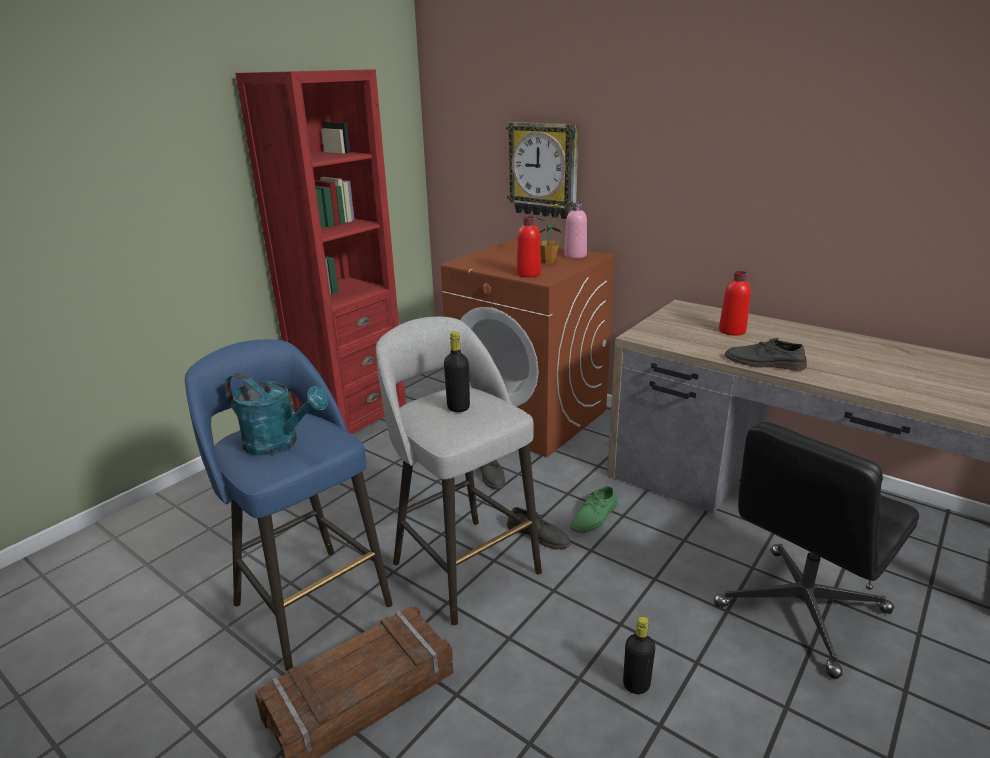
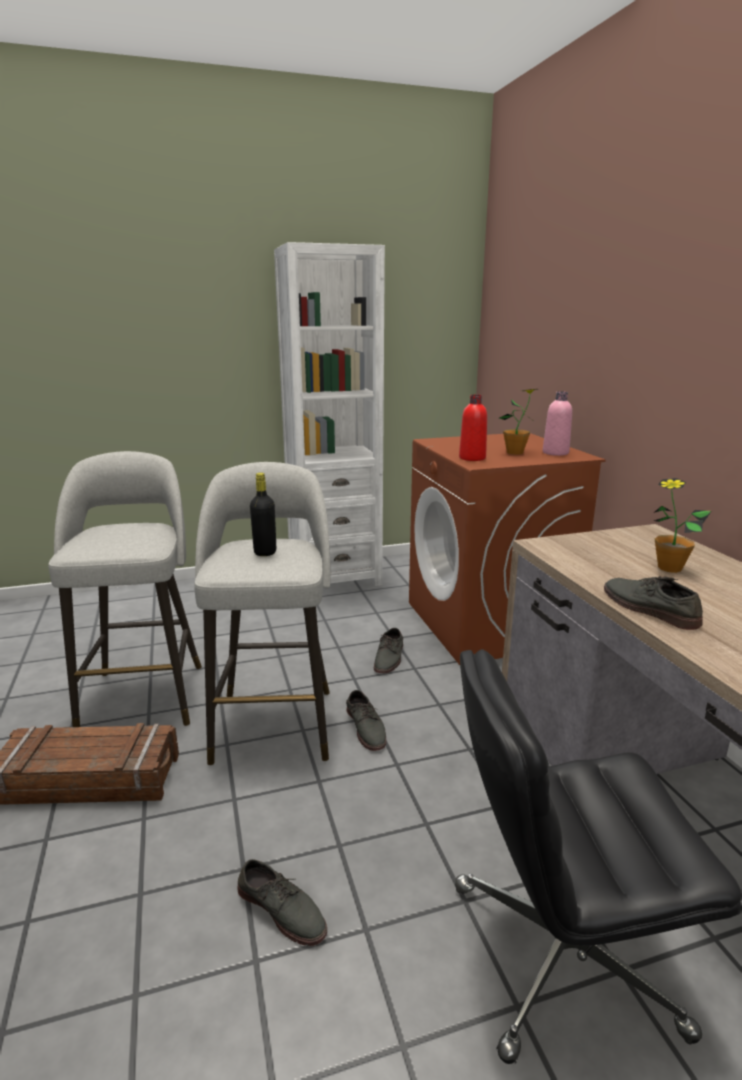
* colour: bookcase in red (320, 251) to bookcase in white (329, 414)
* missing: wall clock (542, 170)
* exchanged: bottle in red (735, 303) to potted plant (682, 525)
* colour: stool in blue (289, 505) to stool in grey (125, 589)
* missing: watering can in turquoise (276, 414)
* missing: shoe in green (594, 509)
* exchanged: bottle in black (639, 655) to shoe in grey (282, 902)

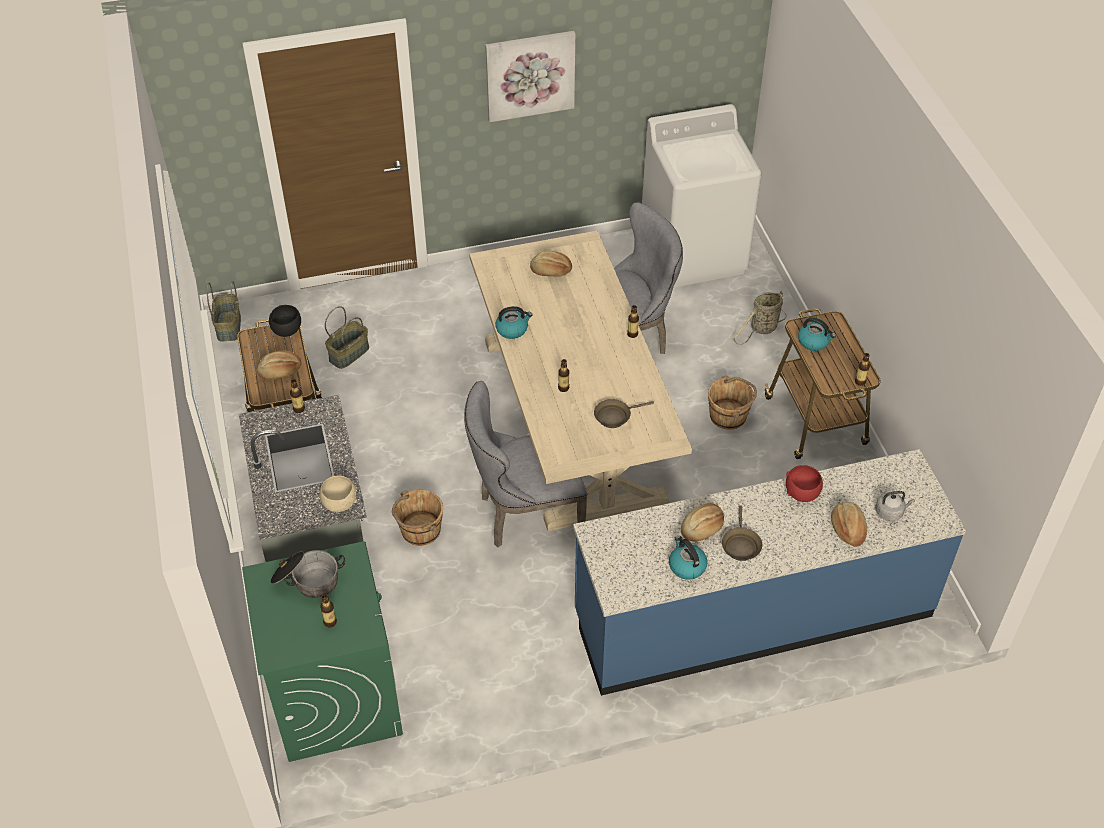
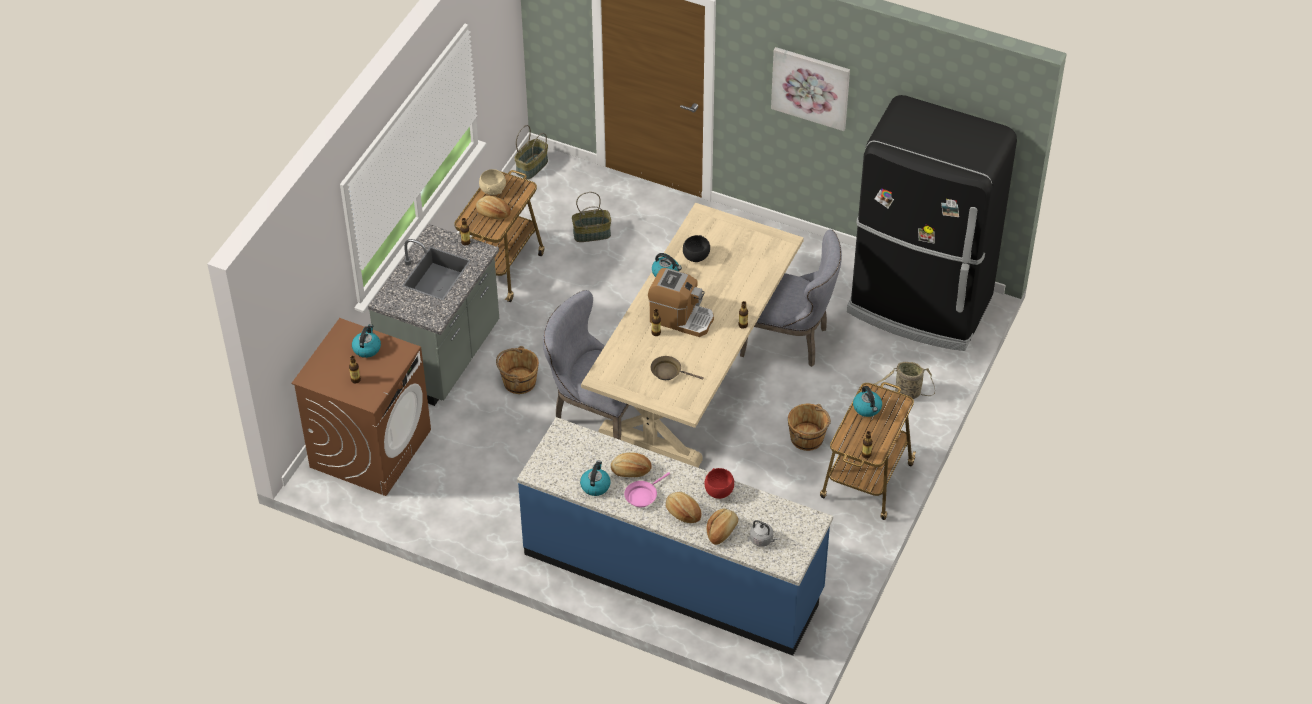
* exchanged: washing machine in white (702, 196) to fridge in black (932, 223)
* relocated: bread (551, 263) to (684, 507)
* relocated: bowl in black (285, 321) to (696, 248)
* relocated: bowl in beige (338, 494) to (492, 182)
* colour: frying pan in brown (742, 533) to frying pan in pink (647, 489)
* colour: washing machine in green (322, 651) to washing machine in brown (361, 407)
* exchanged: cooking pot (307, 574) to kettle (366, 341)
* appeared: coffee machine (681, 302)

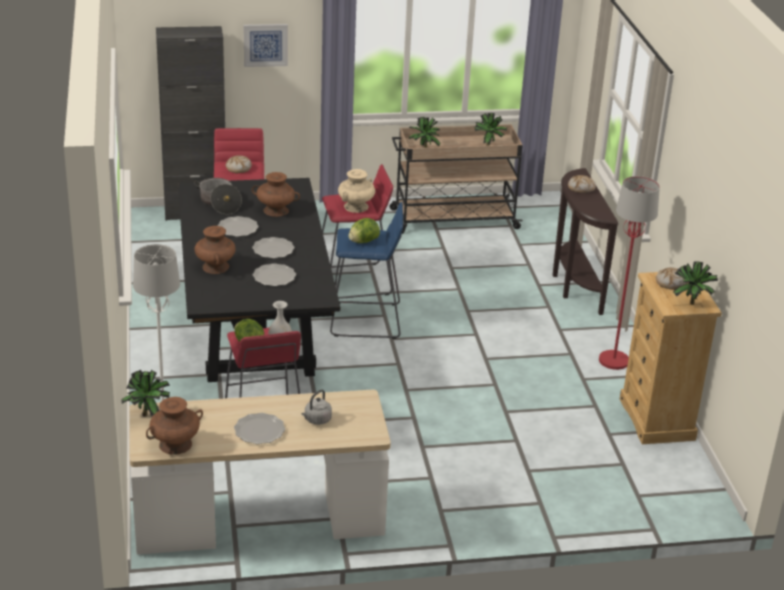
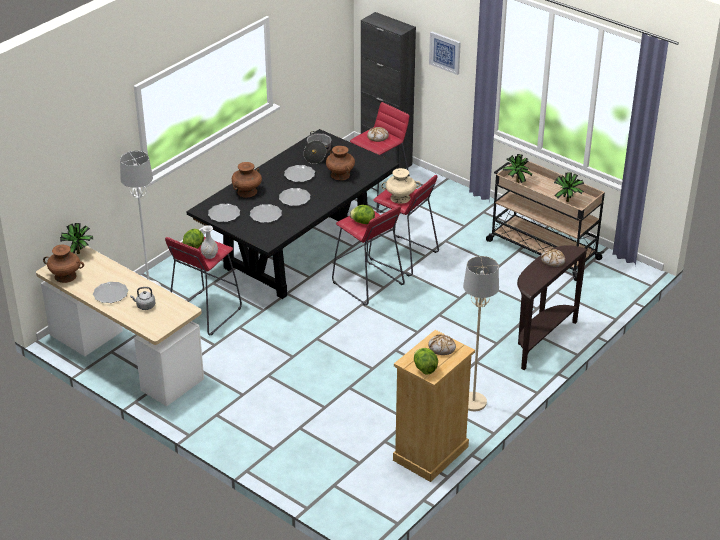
* colour: floor lamp in red (629, 273) to floor lamp in beige (481, 333)
* colour: stool in blue (366, 270) to stool in red (368, 256)
* exchanged: potted plant (695, 283) to lettuce (426, 361)
* appeared: plate (224, 213)

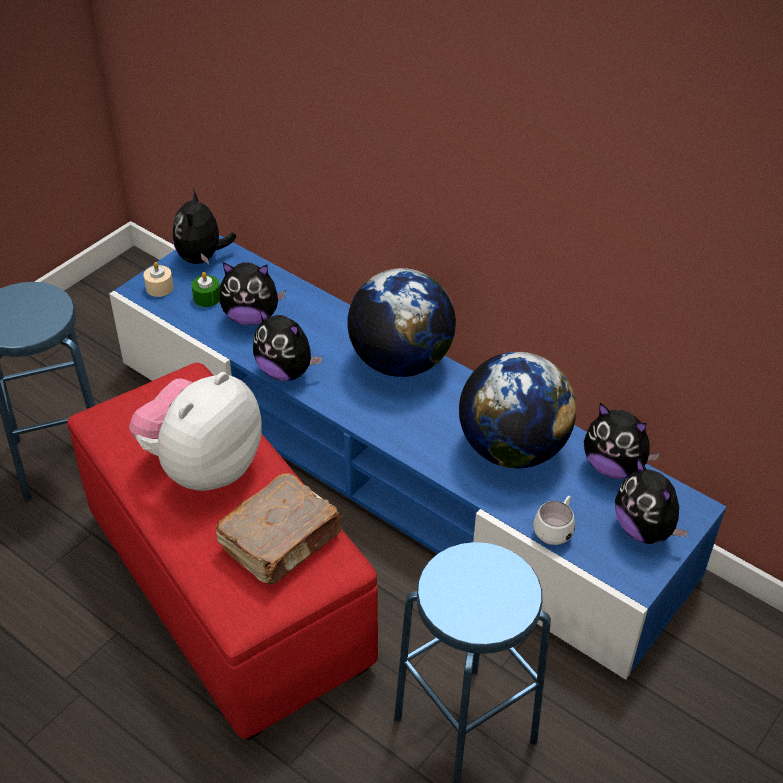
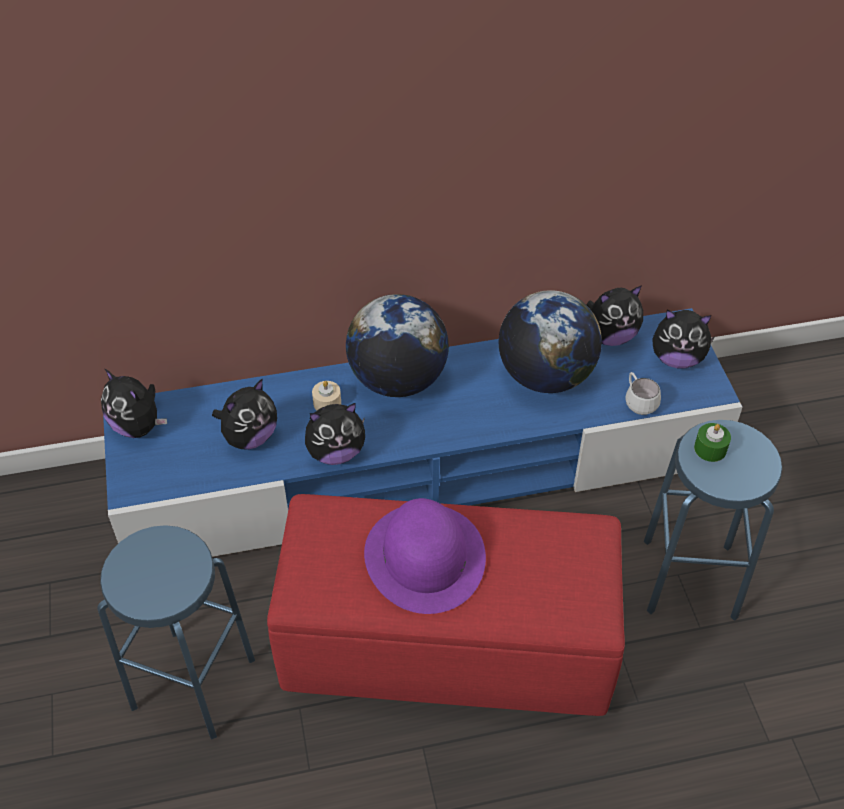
* relocated: candle in beige (158, 279) to (326, 396)
* relocated: candle in green (205, 289) to (712, 442)
* exchanged: plush toy (195, 431) to hat in purple (425, 556)
* missing: book in brown (278, 529)

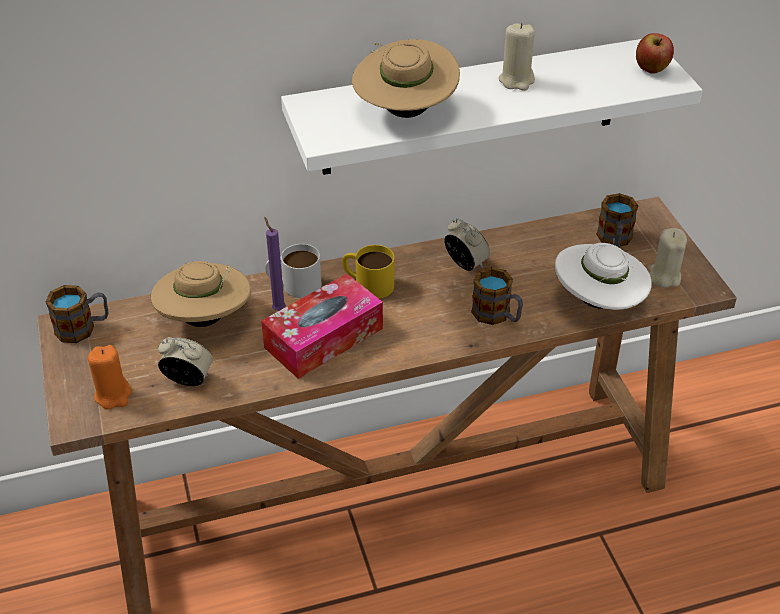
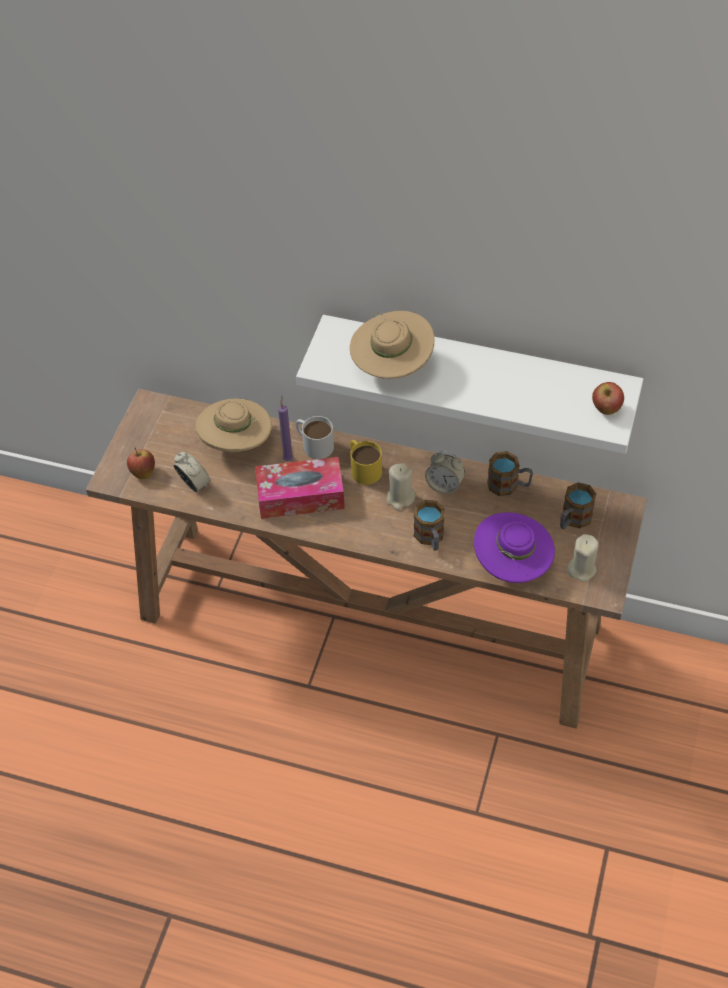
* relocated: candle in beige (516, 57) to (401, 486)
* spun: alarm clock (467, 244) = (445, 473) 120 degrees clockwise
* colour: hat in white (603, 276) to hat in purple (514, 547)
* relocated: mug (76, 314) to (510, 473)
* exchanged: candle in orange (110, 377) to apple (141, 463)

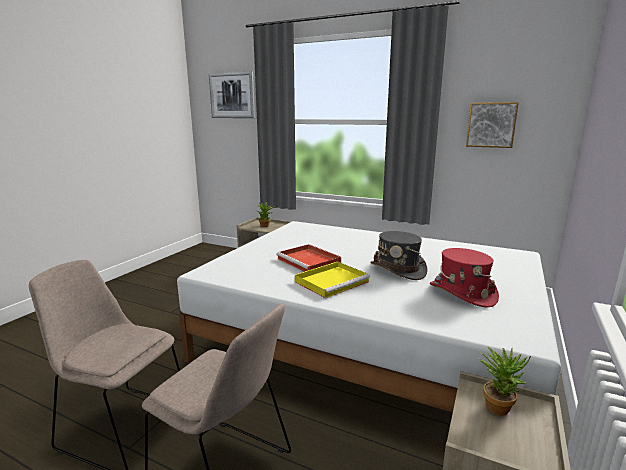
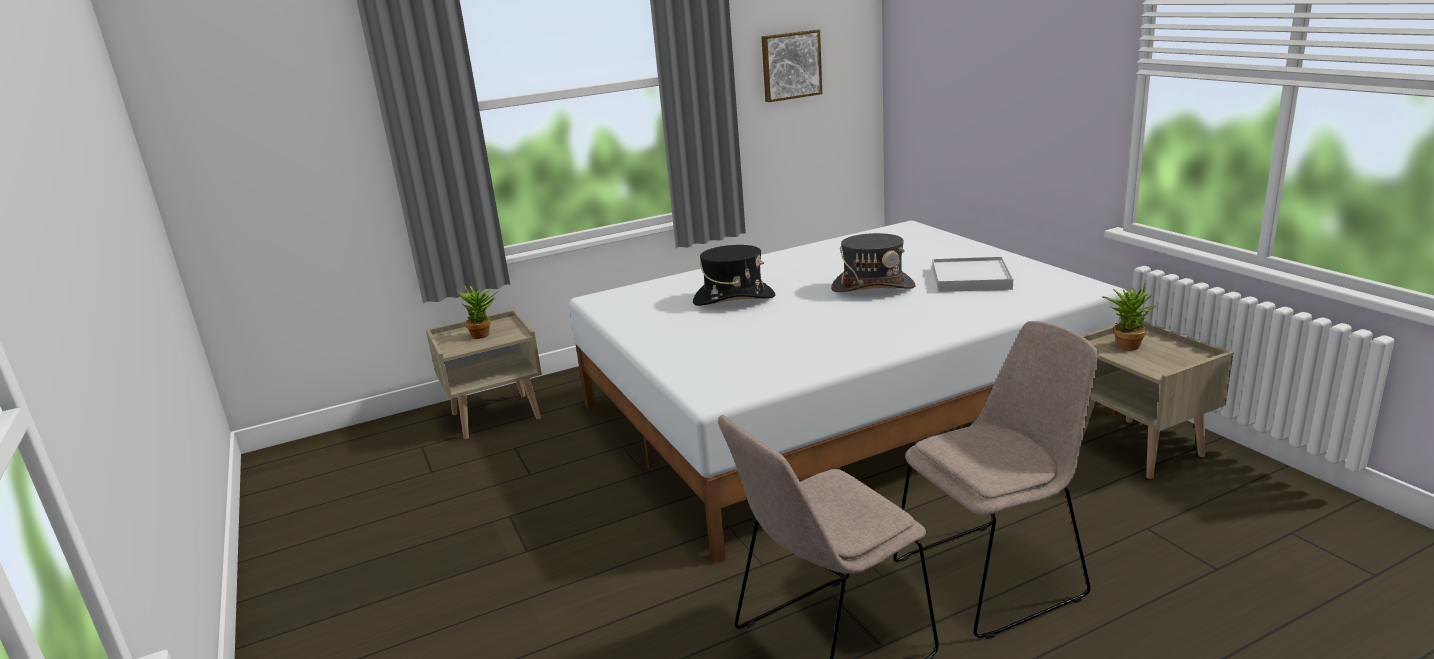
* missing: picture (232, 94)
* missing: tray in red (309, 258)
* exchanged: hat in red (464, 278) to tray in white (972, 274)
* missing: tray in yellow (332, 280)
* appeared: hat in black (734, 275)

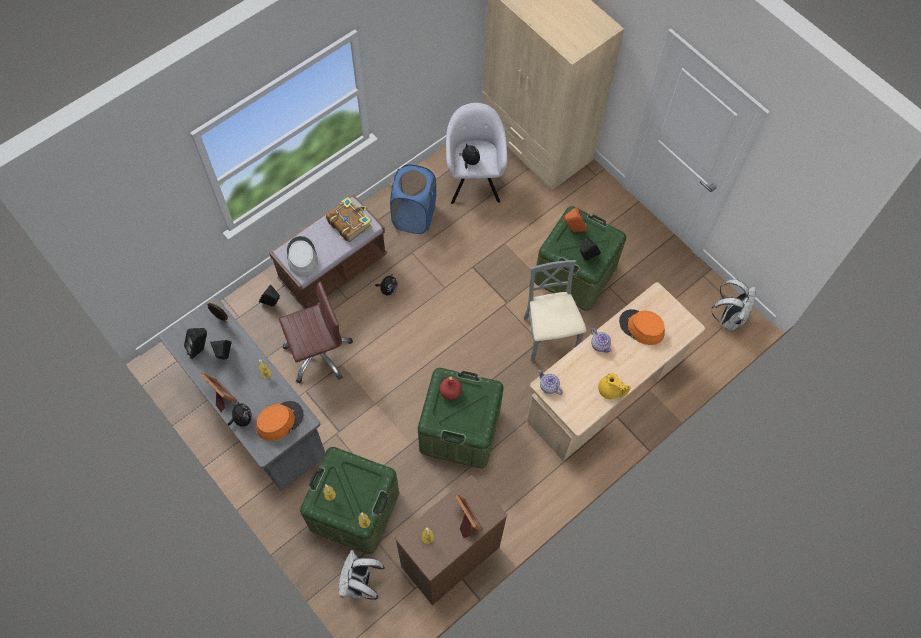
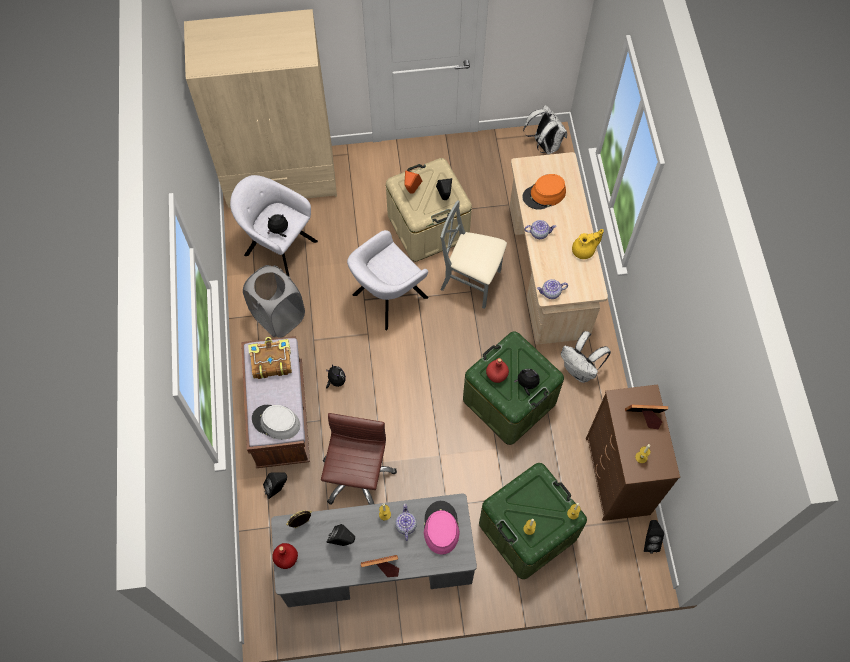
* colour: laundry basket in blue (413, 199) to laundry basket in grey (274, 301)
* colour: storage box in green (580, 258) to storage box in beige (429, 209)
* relocated: speaker in black (195, 343) to (654, 537)
* colour: hat in orange (279, 421) to hat in pink (442, 528)
* relocated: plush toy (240, 414) to (527, 382)
* relocated: backpack in white (362, 575) to (586, 357)
* appeared: armchair in grey (387, 280)
* appeared: teapot (406, 522)
* appeared: bottle in red (285, 556)

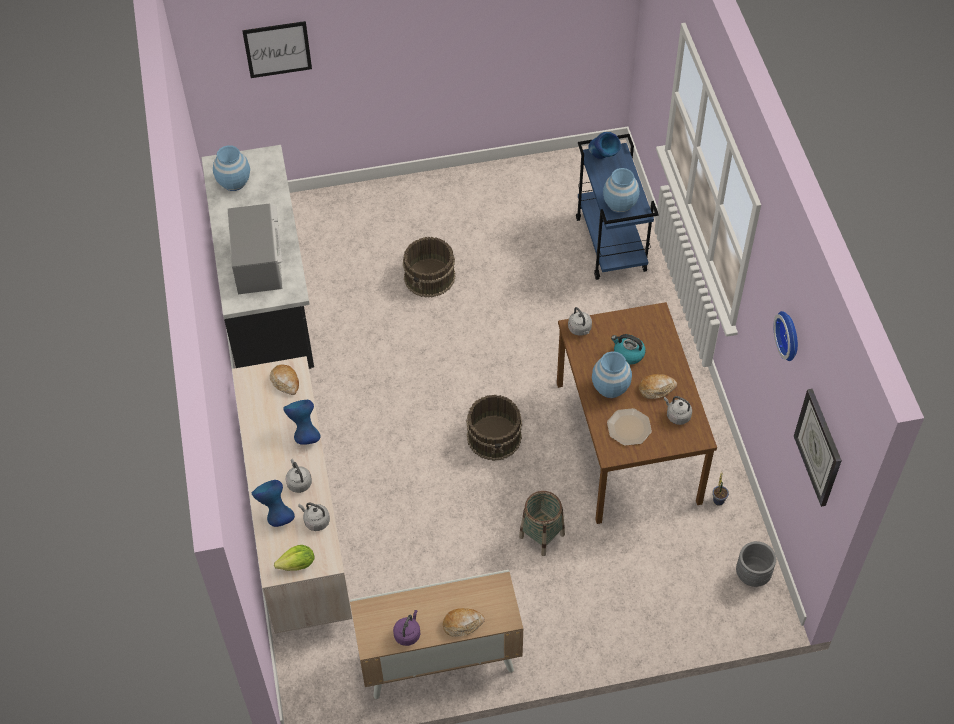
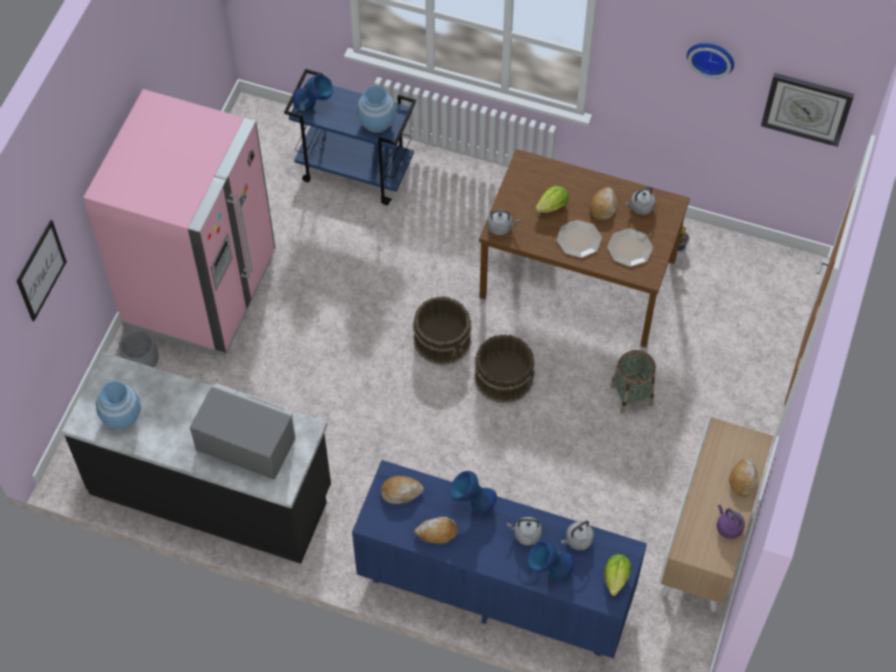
* relocated: bucket in brown (429, 267) to (442, 330)
* exchanged: kettle (628, 349) to lettuce (552, 199)
* exchanged: vase in blue (612, 374) to plate (579, 239)
* colour: dresser in beige (292, 495) to dresser in blue (499, 559)
* relocated: planter in grey (756, 564) to (139, 348)
* appeared: fridge in pink (179, 223)
* appeared: bread (436, 530)

